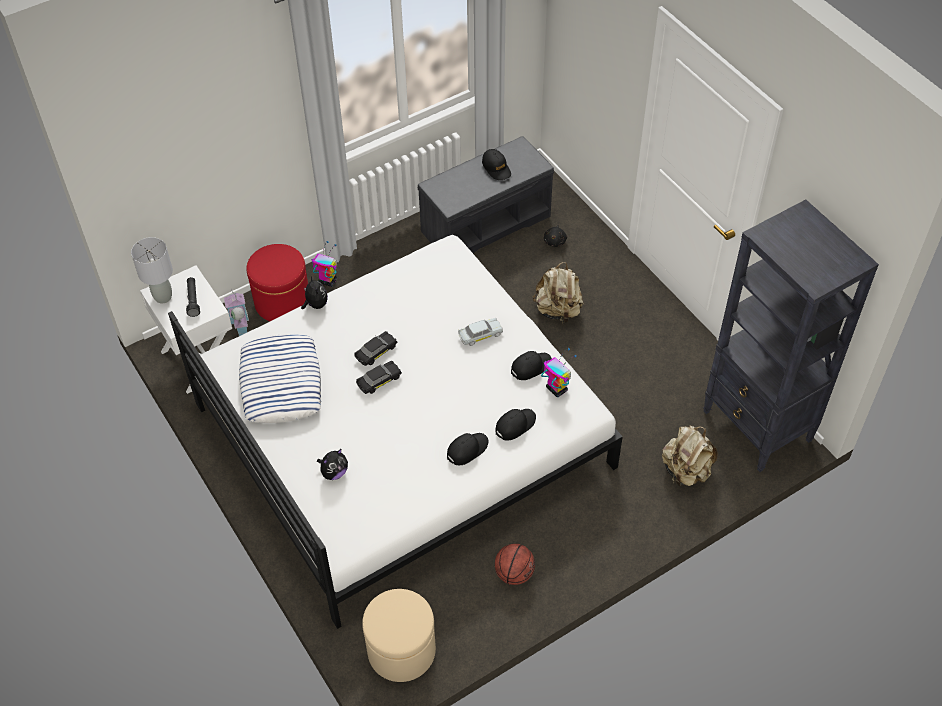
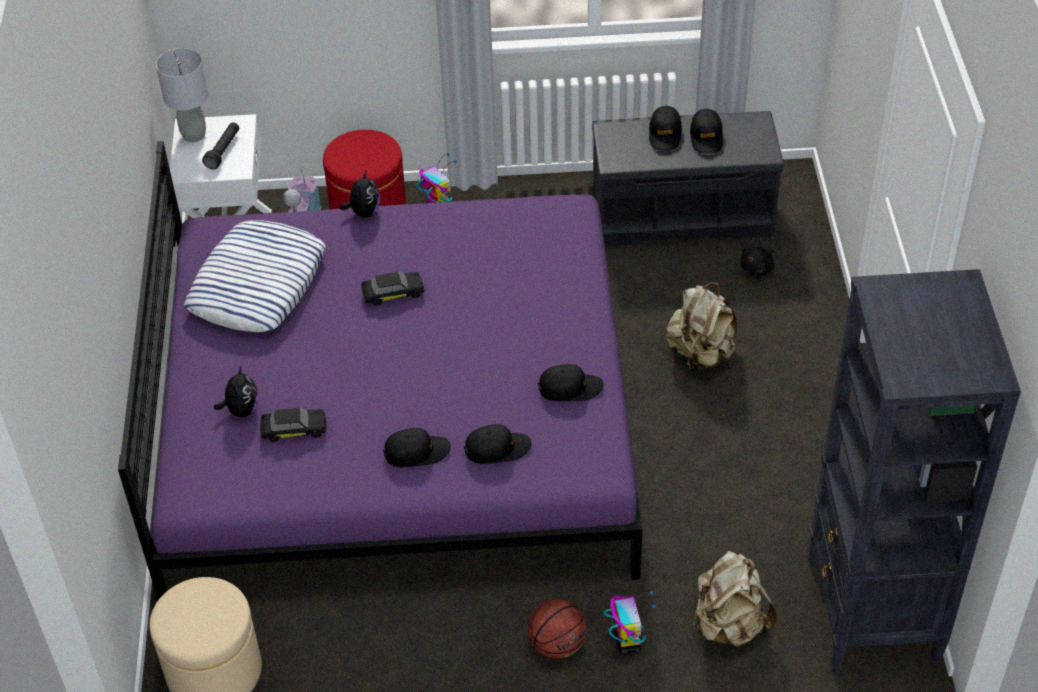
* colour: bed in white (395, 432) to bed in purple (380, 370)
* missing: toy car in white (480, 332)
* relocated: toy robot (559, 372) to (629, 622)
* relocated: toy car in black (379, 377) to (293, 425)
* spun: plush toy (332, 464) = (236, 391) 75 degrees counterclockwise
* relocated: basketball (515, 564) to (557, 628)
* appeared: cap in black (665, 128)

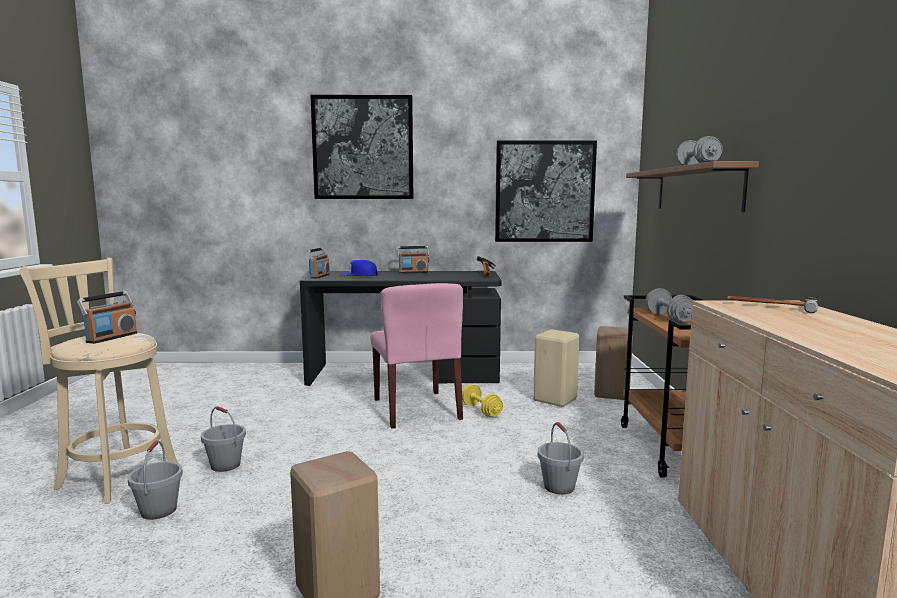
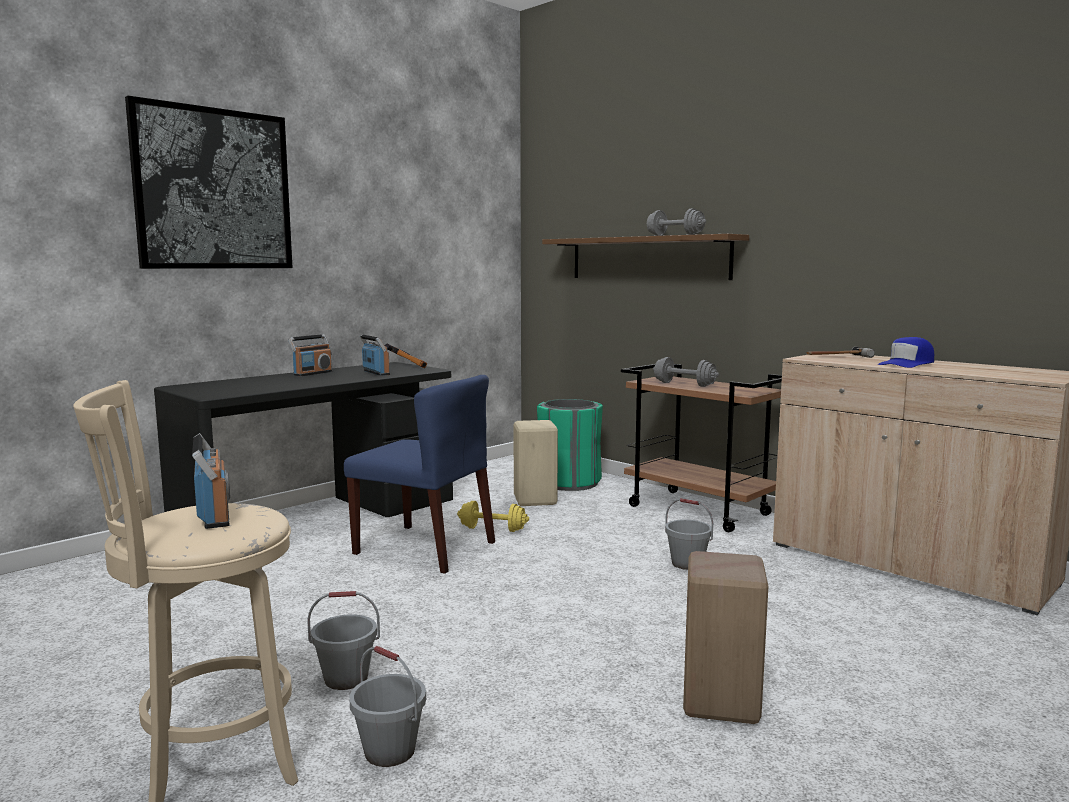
* missing: picture (546, 191)
* relocated: radio (318, 263) to (375, 355)
* relocated: cap in blue (358, 268) to (906, 352)
* colour: chair in pink (416, 356) to chair in blue (419, 474)
* exchanged: stool in beige (613, 363) to trash can in green (570, 445)

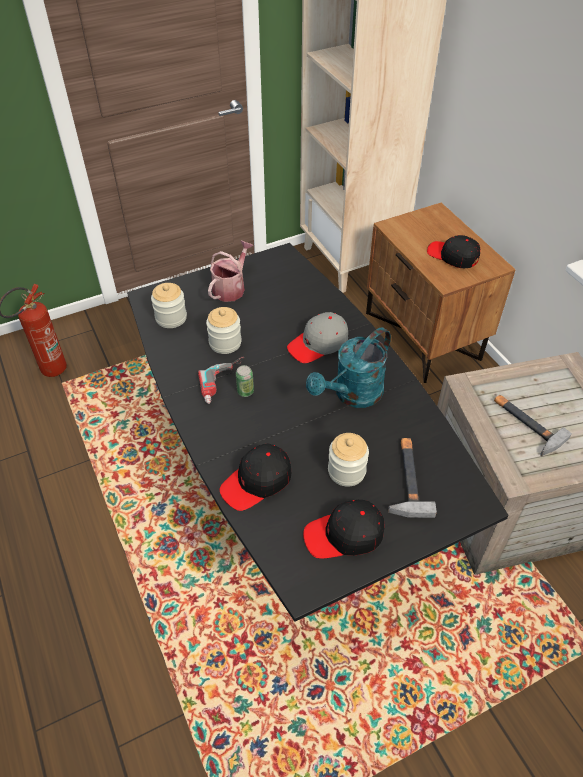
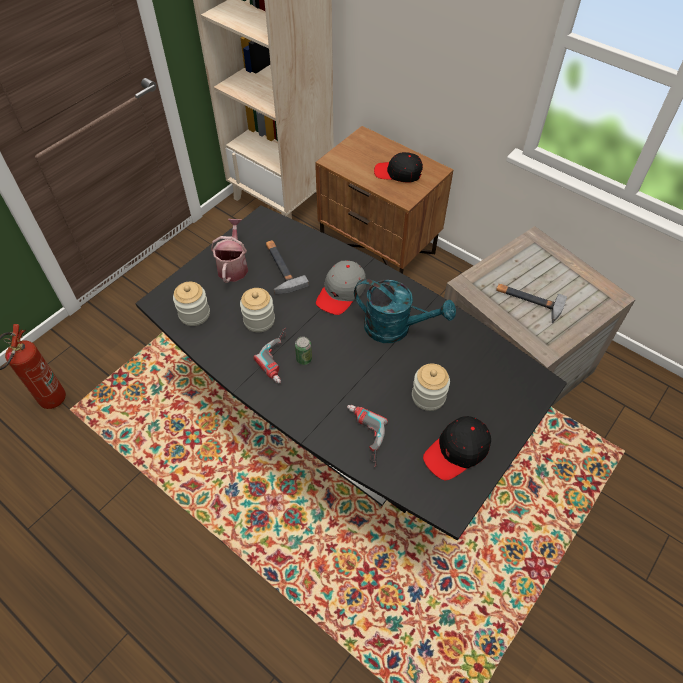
* spun: watering can in turquoise (348, 368) = (405, 311) 90 degrees counterclockwise
* relocated: hammer (412, 478) to (287, 267)
* exchanged: cap in black (256, 477) to power drill (367, 436)

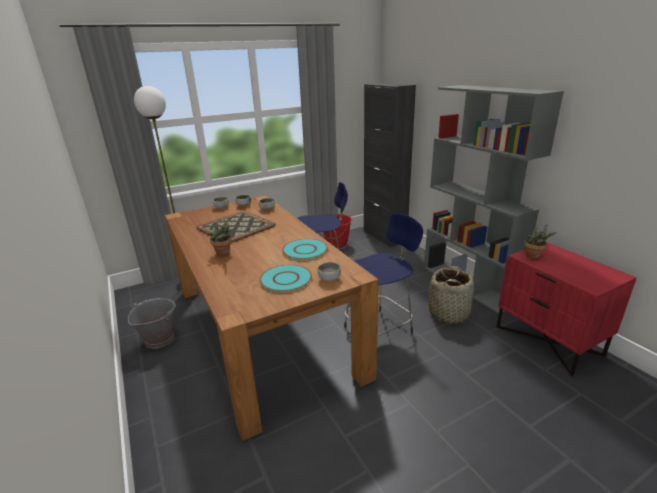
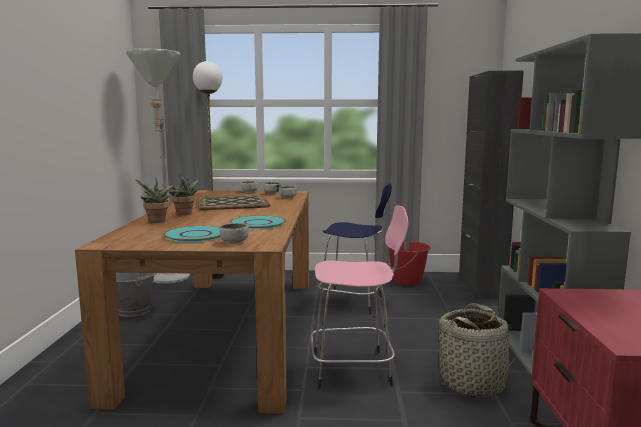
* colour: stool in blue (383, 274) to stool in pink (359, 297)
* relocated: potted plant (540, 241) to (155, 200)
* appeared: floor lamp in grey (158, 166)

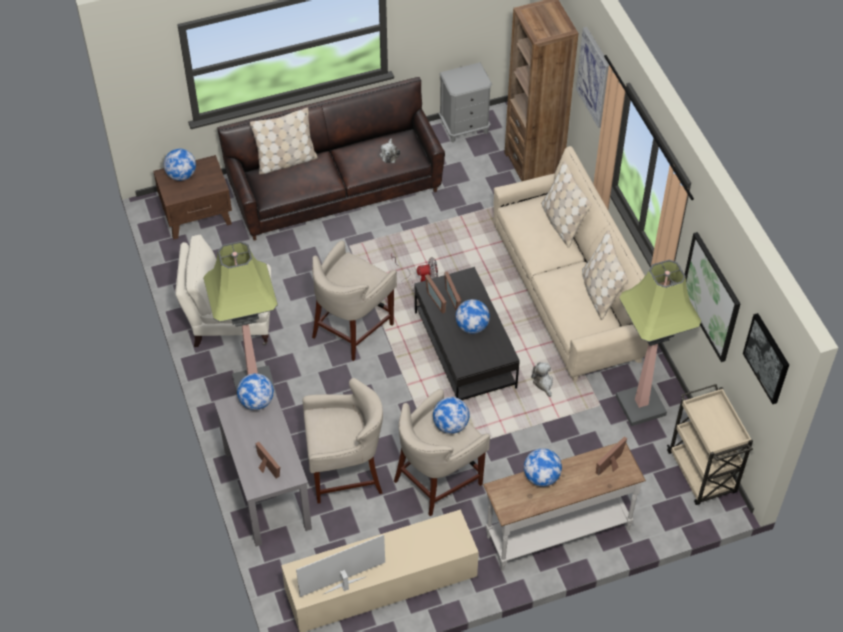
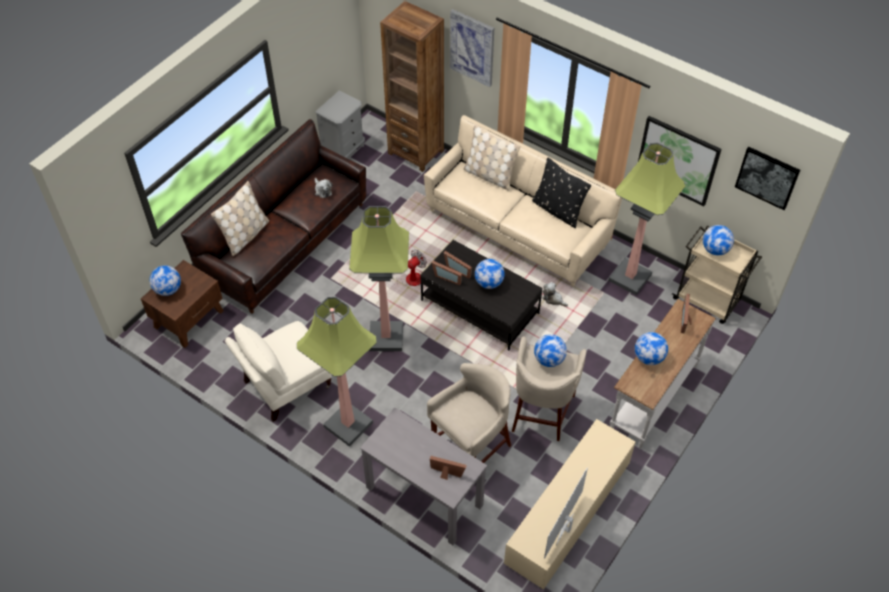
* colour: pillow in beige (605, 275) to pillow in black (561, 192)
* exchanged: stool in beige (354, 300) to floor lamp (379, 278)
* relocated: globe (255, 391) to (718, 240)

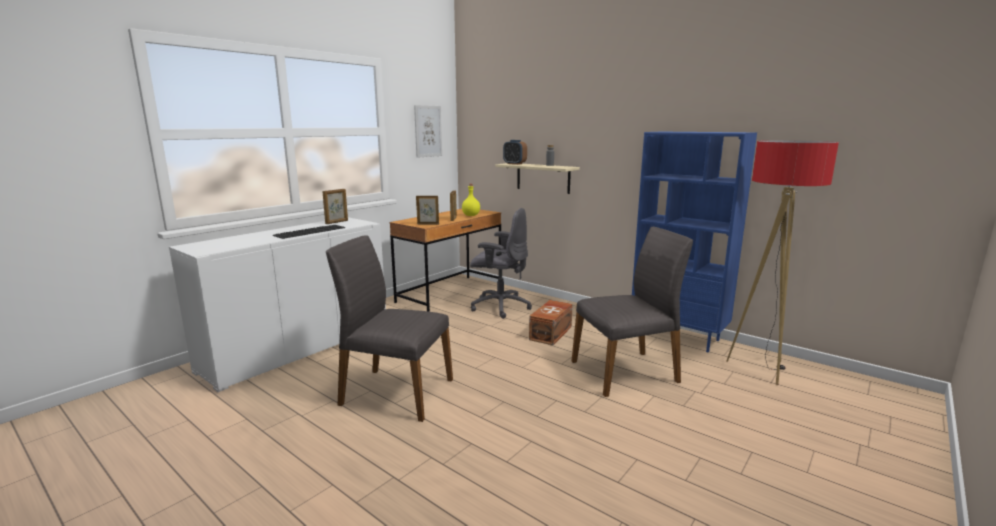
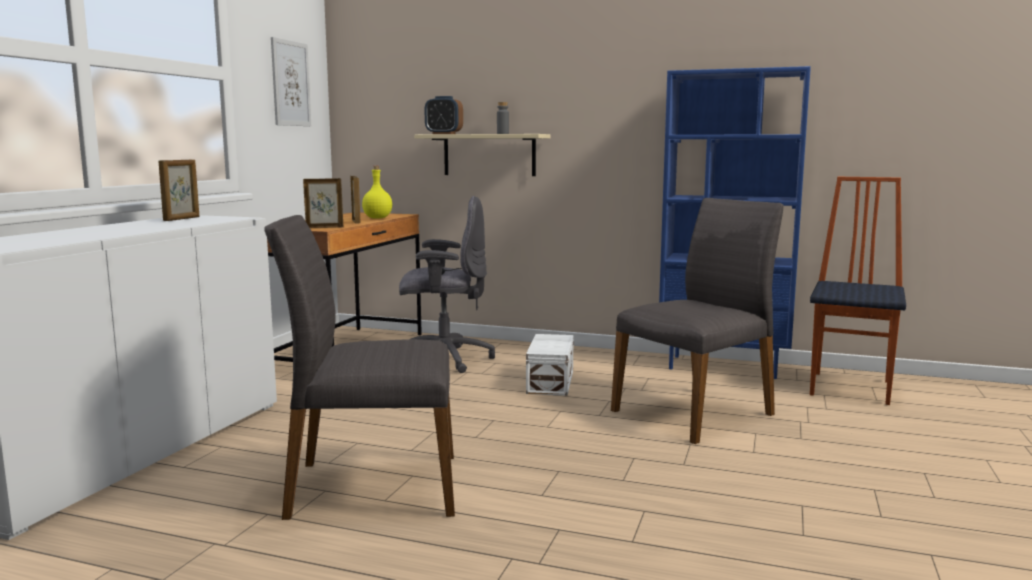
* exchanged: floor lamp (782, 262) to chair (858, 291)
* missing: keyboard (309, 232)
* colour: storage box in brown (551, 322) to storage box in white (550, 365)

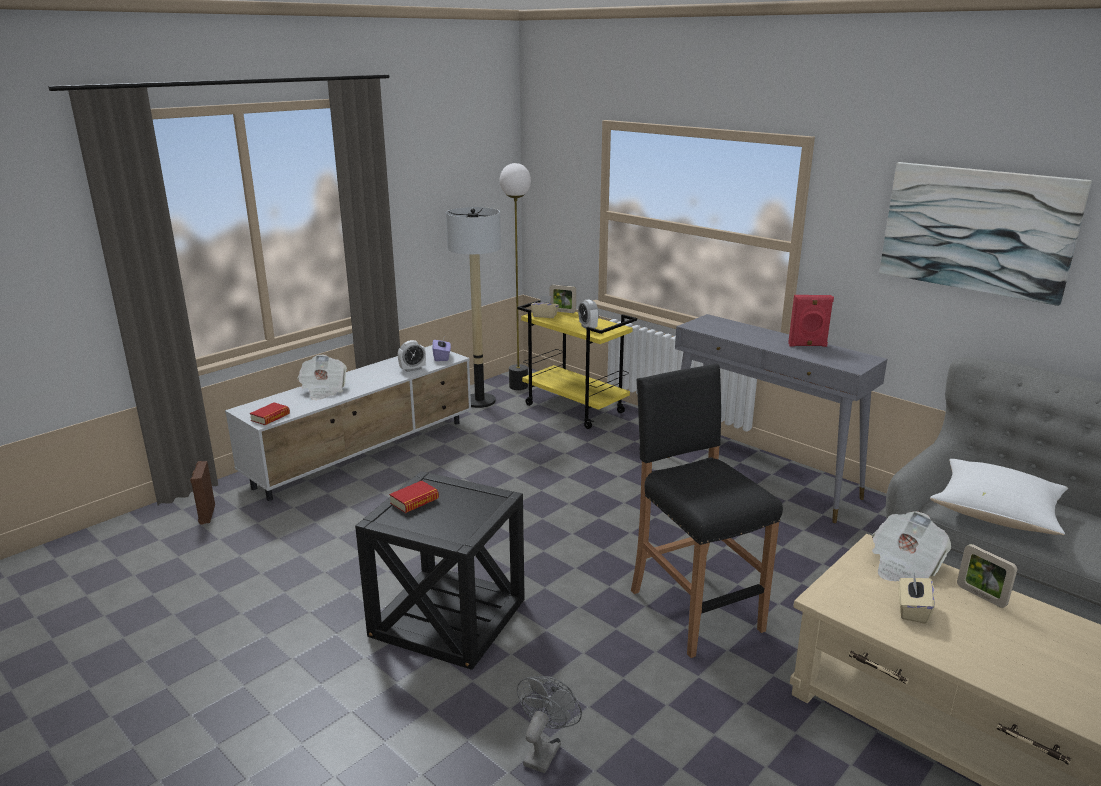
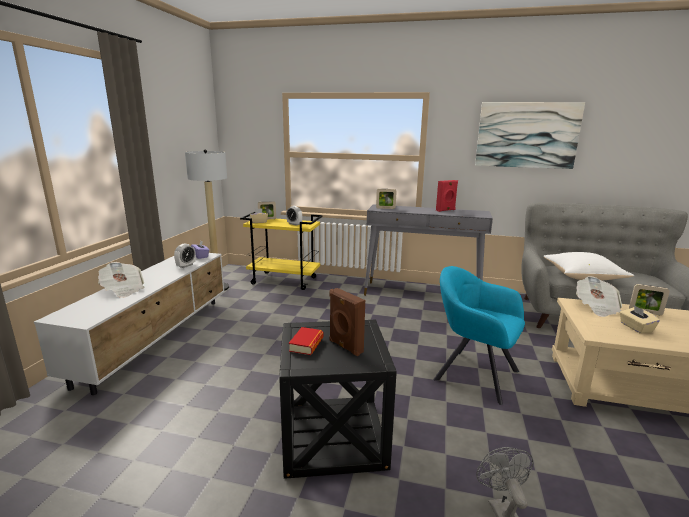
* missing: floor lamp (515, 276)
* exchanged: stool in black (707, 511) to armchair in turquoise (479, 335)
* missing: book (270, 414)
* relocated: speaker in brown (202, 493) to (347, 322)
* appeared: picture frame (386, 199)

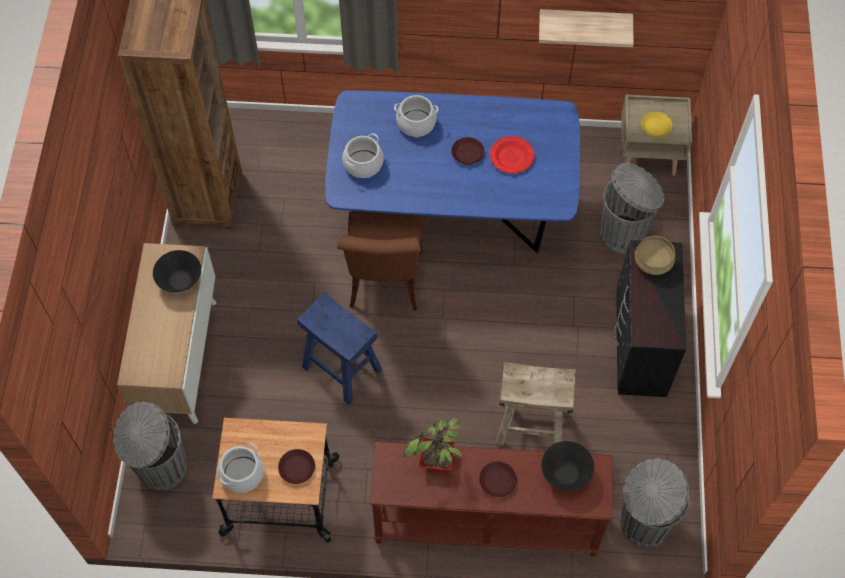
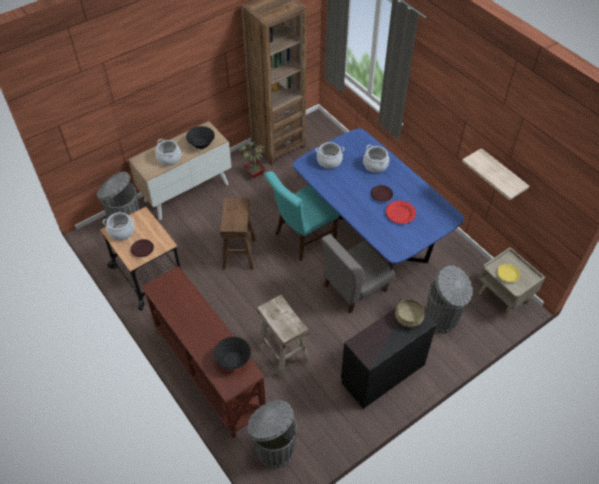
* colour: chair in brown (380, 261) to chair in turquoise (301, 216)
* colour: stool in blue (340, 348) to stool in brown (238, 234)
* relocated: potted plant (433, 444) to (252, 158)
* missing: plate in brown (498, 479)
* appeared: cooking pot (168, 152)
* appeared: chair in grey (358, 273)

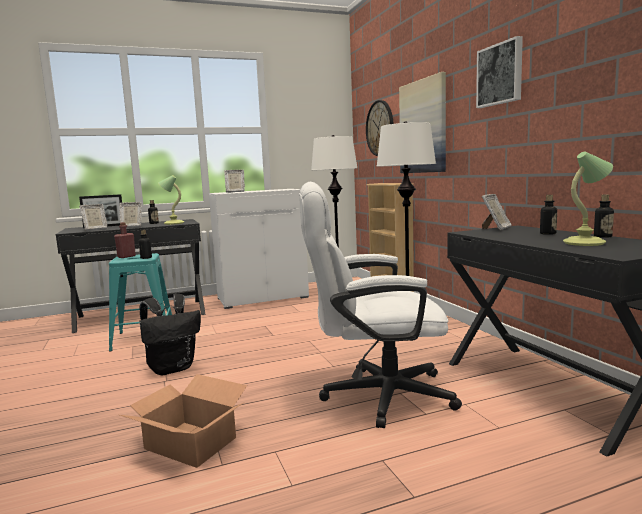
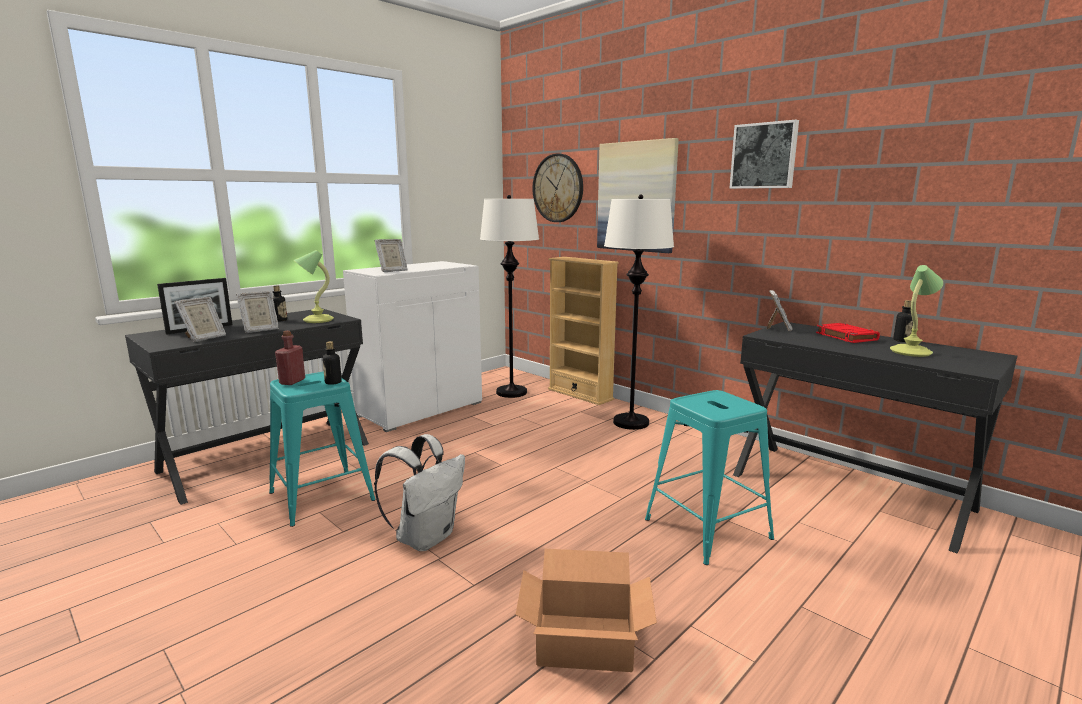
* exchanged: office chair in white (380, 305) to stool in turquoise (709, 477)
* exchanged: bottle (548, 215) to book in red (848, 333)
* colour: backpack in black (170, 334) to backpack in white (419, 492)

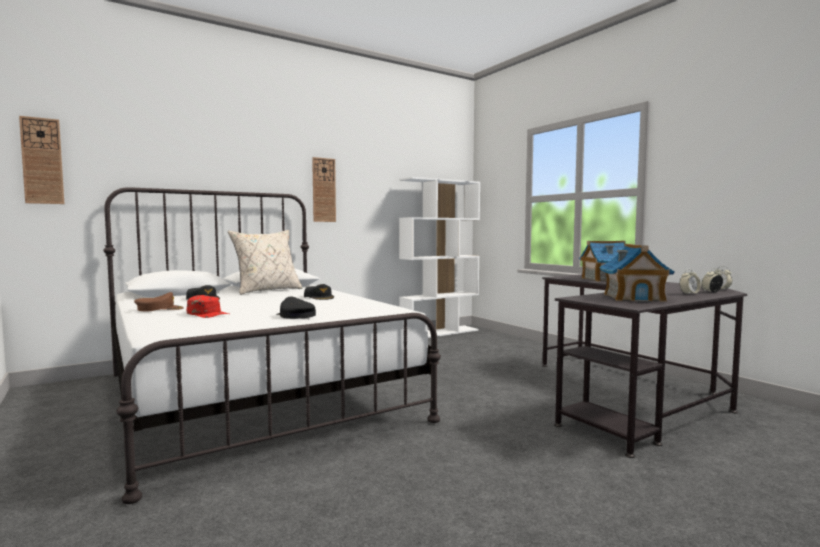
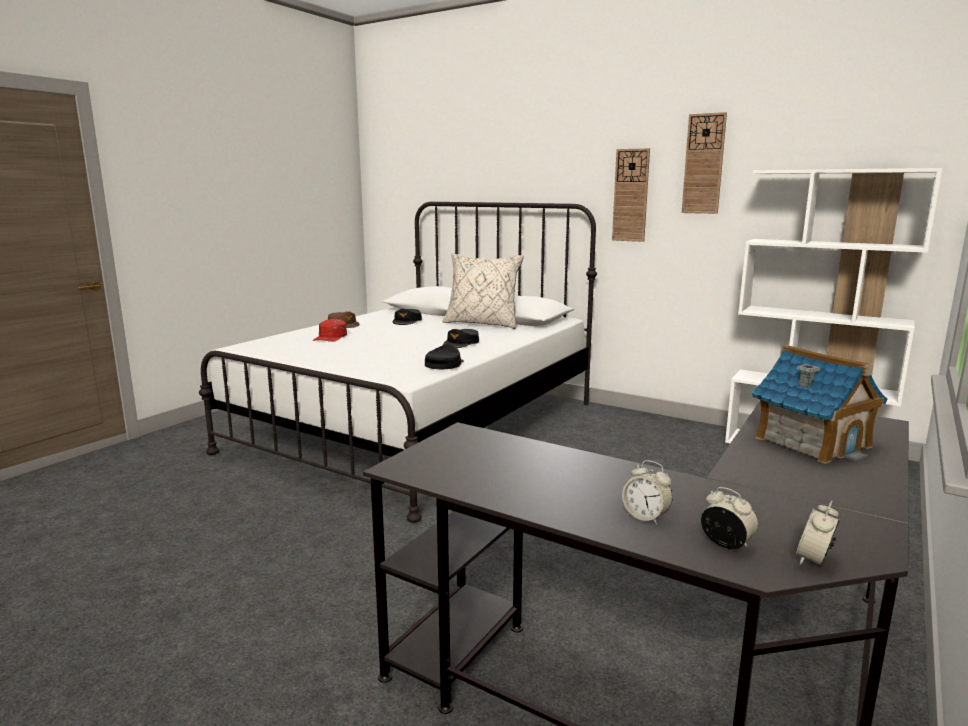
* relocated: wall clock (41, 160) to (704, 163)
* missing: toy house (637, 273)
* relocated: cap in black (296, 308) to (444, 356)

